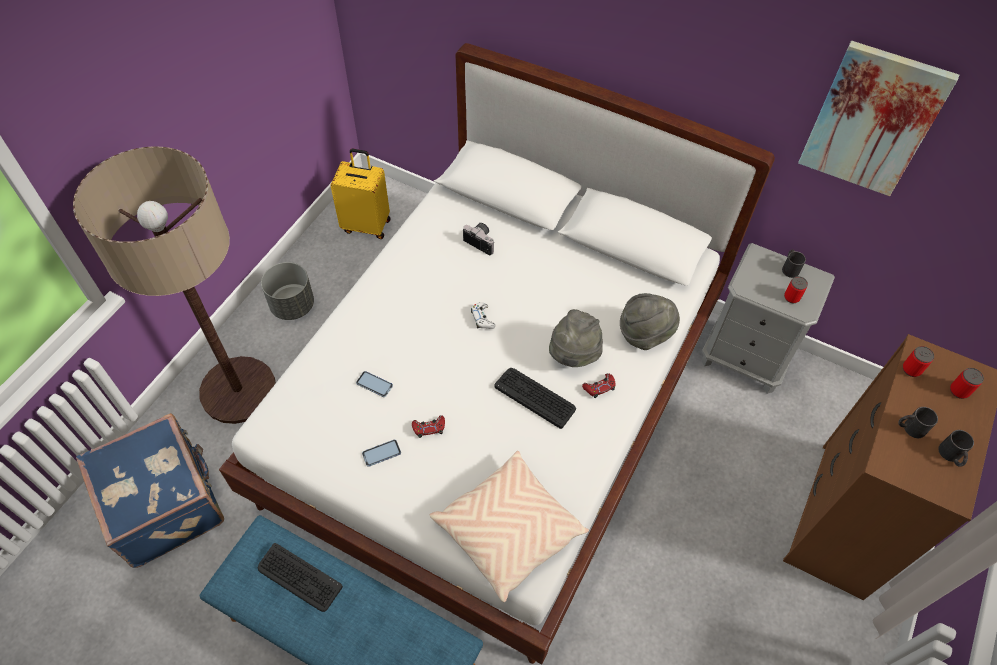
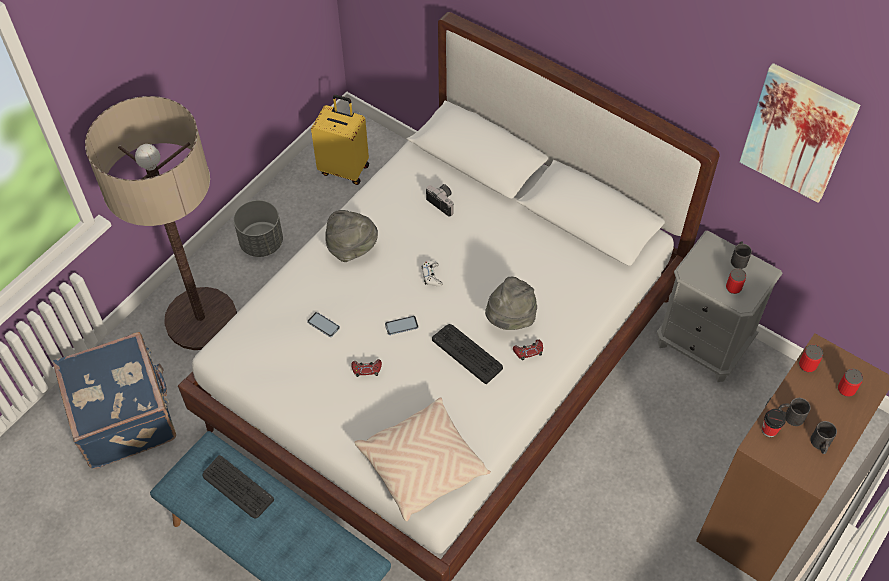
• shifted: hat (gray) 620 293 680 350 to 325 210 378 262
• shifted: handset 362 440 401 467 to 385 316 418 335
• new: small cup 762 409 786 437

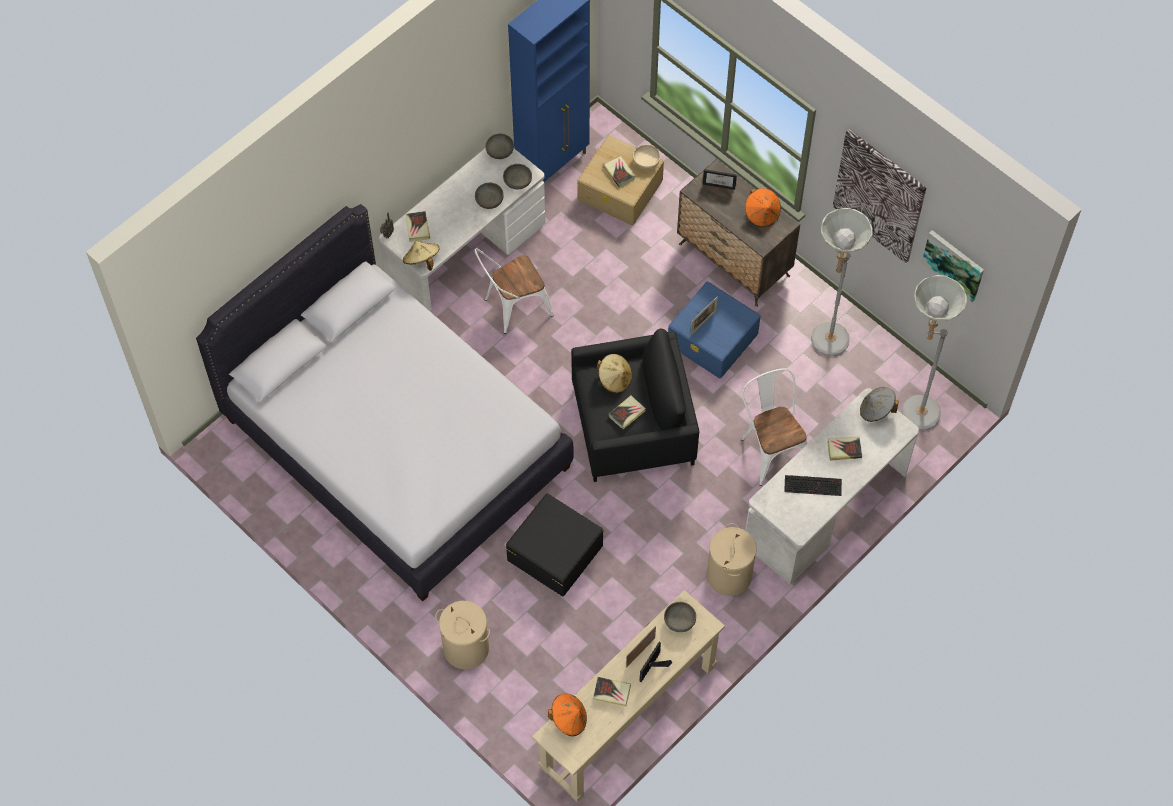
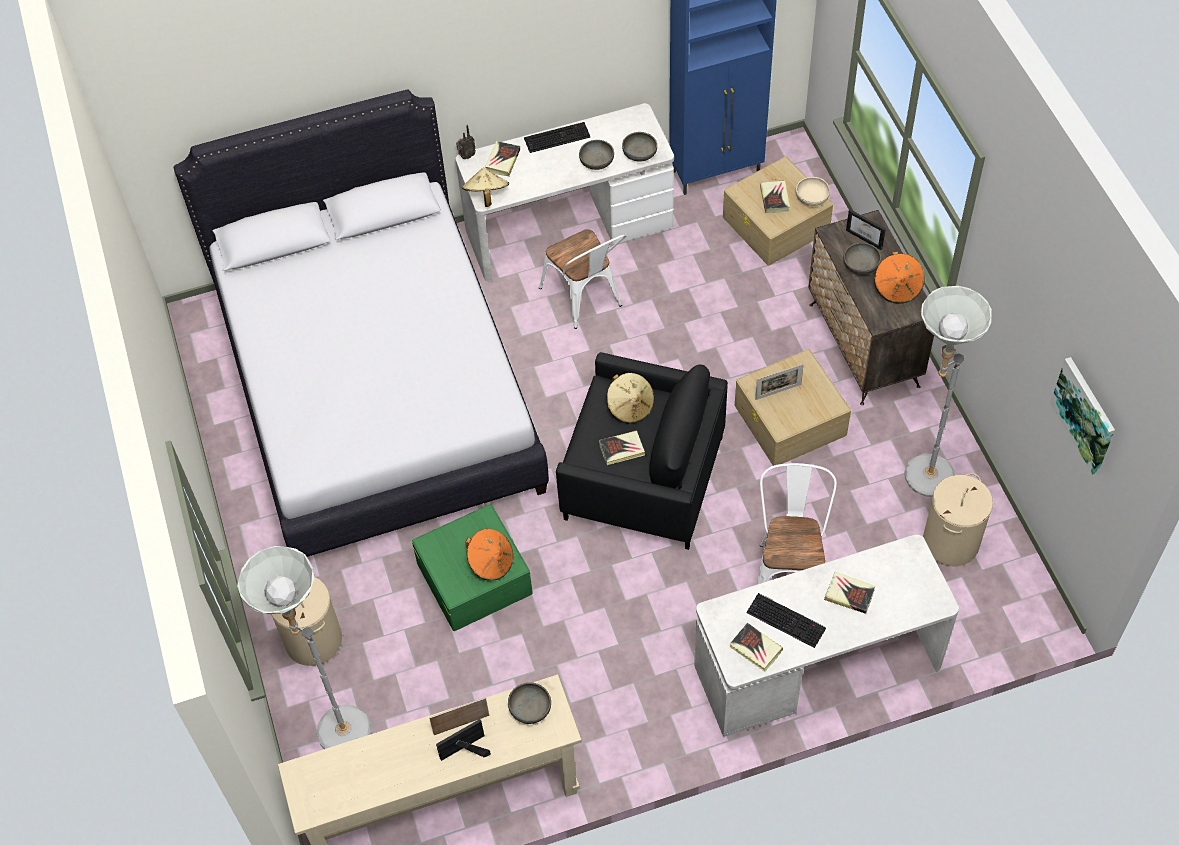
• shifted: standard lamp (gray) 902 275 967 430 to 237 546 371 749
• repainted: storage box (blackish) 506 493 603 596 to storage box (green-coloured) 412 504 533 631
• shifted: hat (orangey) 548 693 587 736 to 465 529 513 581
• new: computer keyboard 524 122 590 153
• rotated: plain chair (white) 474 248 554 334 = 539 229 626 329 120 degrees counterclockwise
• shifted: volume 593 677 631 707 to 730 623 783 672
• repainted: storage box (blue-coloured) 668 282 761 379 to storage box (beige-coloured) 735 349 851 466
• shifted: bowl (gray) 485 134 514 159 to 843 242 881 275
• shifted: hamper (beige-coloured) 707 523 757 596 to 923 473 993 566
• gone: wall picture 833 129 926 263
• gone: hat (gray) 860 387 899 422

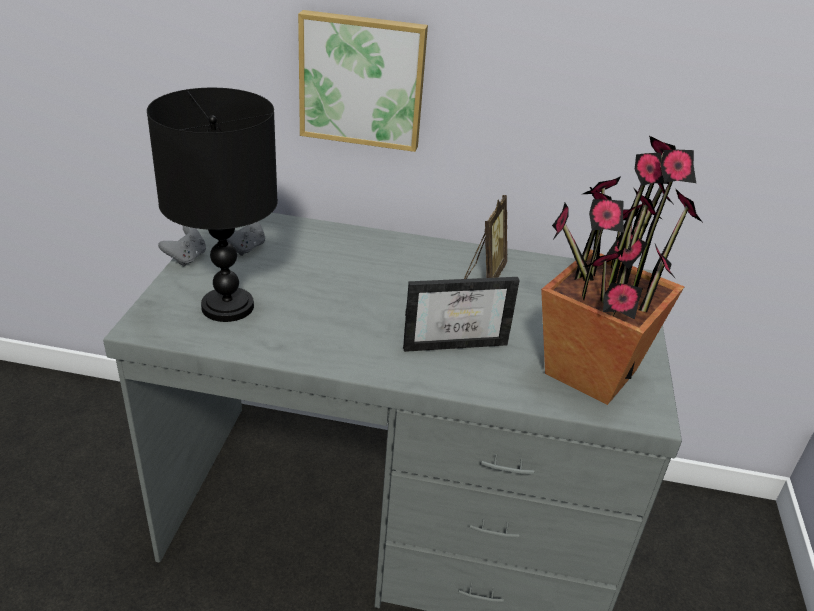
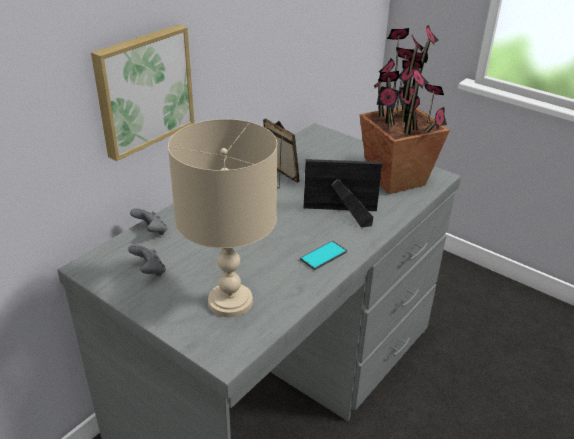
• shifted: game controller (gray) 158 226 206 267 to 130 208 168 235
• repainted: tabletop lamp (blackish) 147 88 278 322 to tabletop lamp (beige-coloured) 168 119 277 317
• new: handset 300 241 347 270
• rotated: photo frame 403 277 520 352 = 304 159 382 228 105 degrees counterclockwise

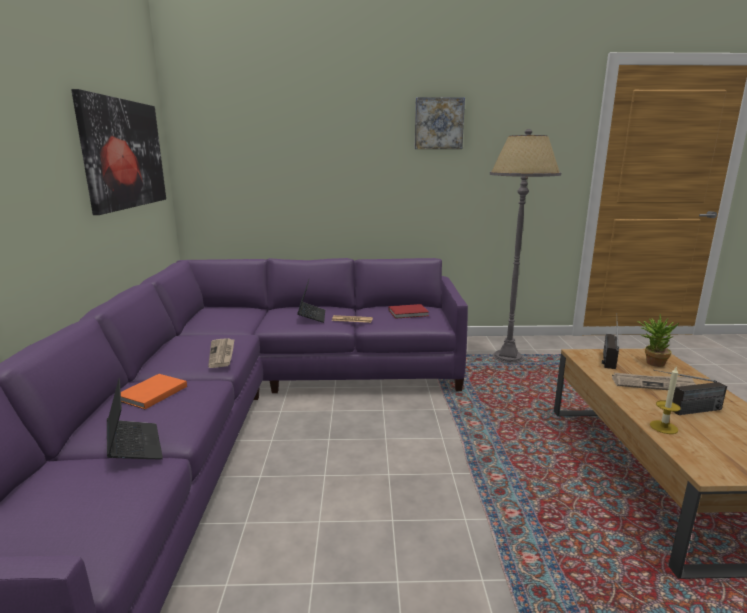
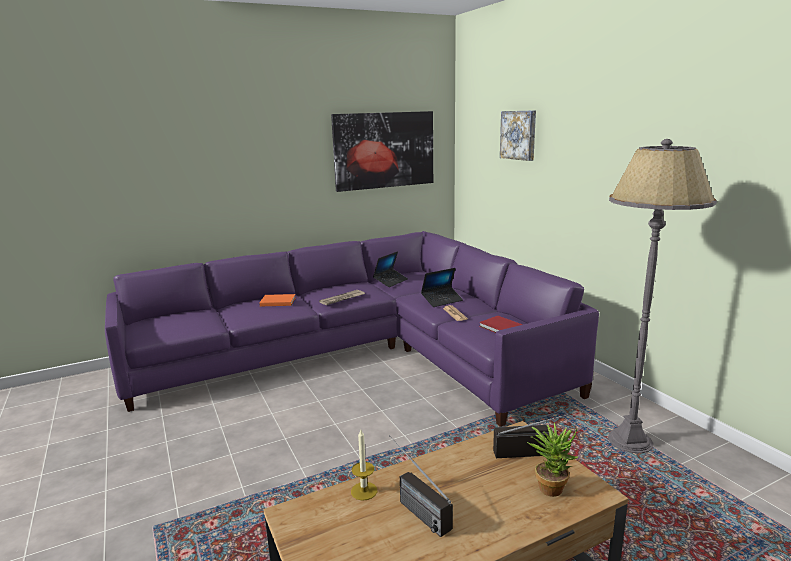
• shifted: laptop 107 378 163 459 to 373 251 408 287
• shifted: wall picture 415 97 465 149 to 500 110 536 161
• gone: daily paper 612 373 696 390

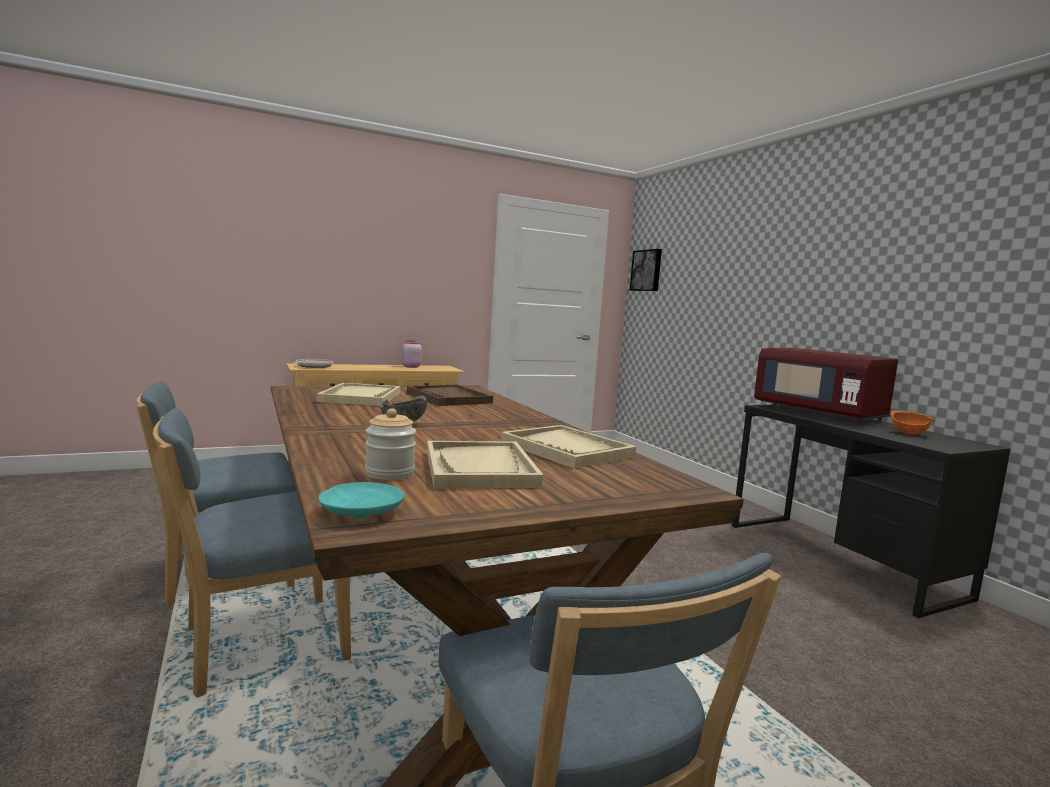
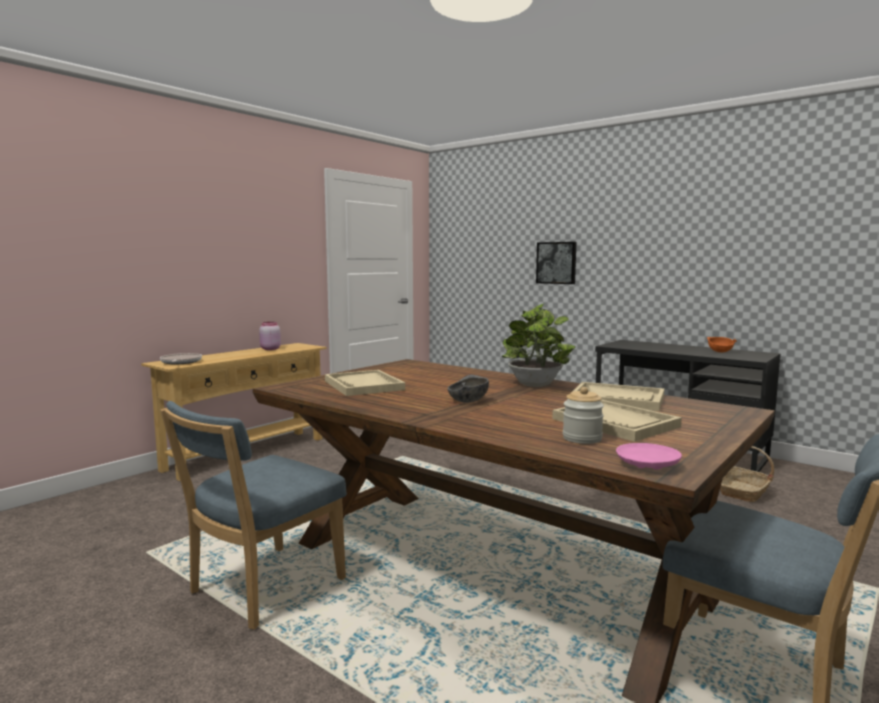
• new: plant in a pot 502 304 576 387
• shifted: wall picture 630 249 662 291 to 536 242 576 284
• repainted: plate (turquoise) 319 482 404 519 to plate (pink-coloured) 616 443 682 469
• new: household basket 720 446 774 502
• gone: plain chair (blue-coloured) 153 408 351 698
• gone: tray (brown) 407 385 493 406
• gone: microwave (reddish) 754 348 898 424

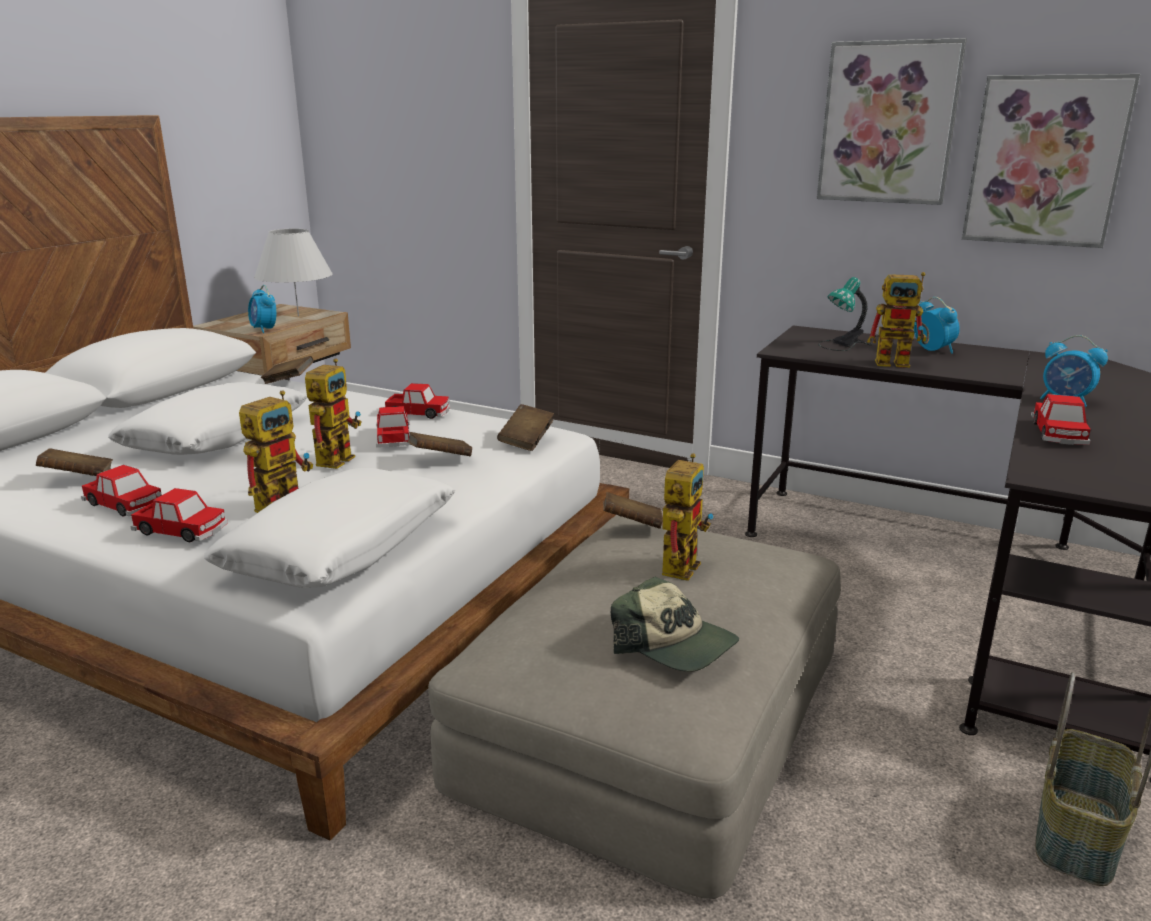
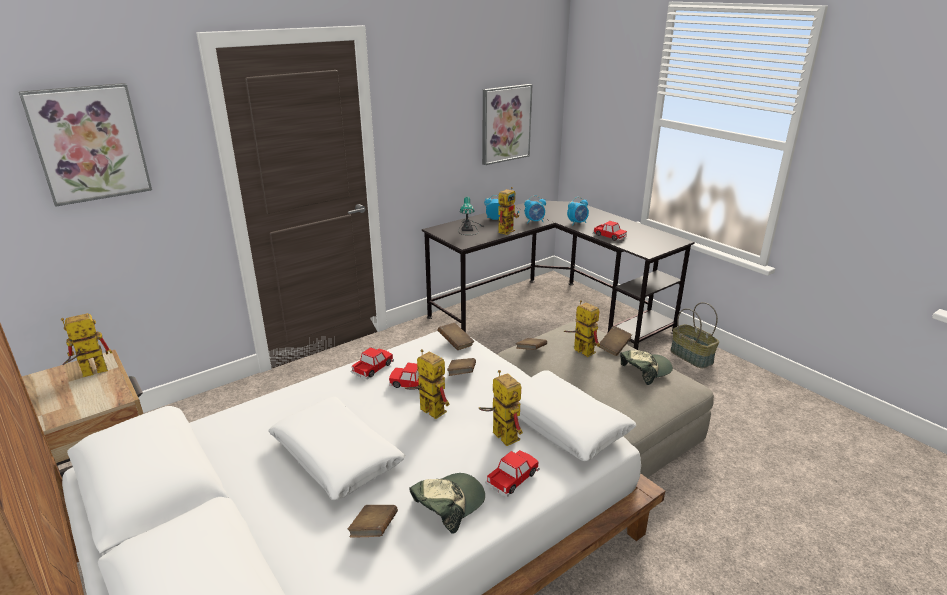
• shifted: wall picture 817 38 967 205 to 19 83 152 207
• swapped: tabletop lamp (white) 254 229 333 316 to model robot 61 313 112 377
• swapped: toy car 81 465 161 516 to peaked cap 409 473 485 534
• shifted: alarm clock 248 285 276 333 to 524 195 546 223
• shifted: volume (brown) 261 356 314 384 to 599 326 632 356

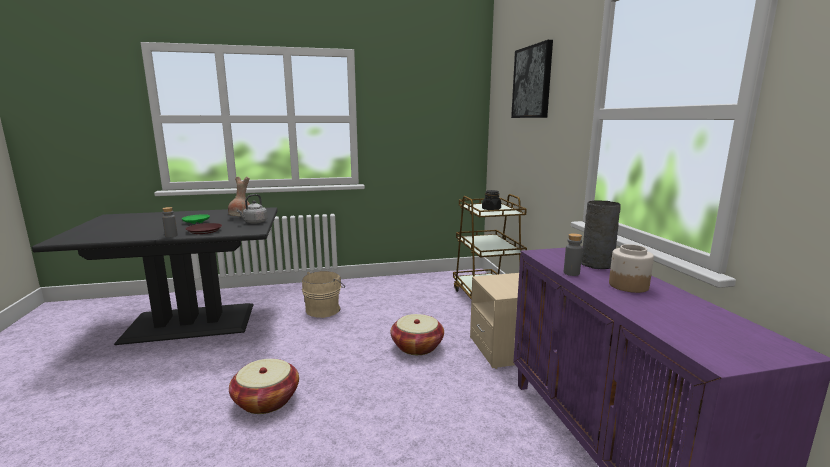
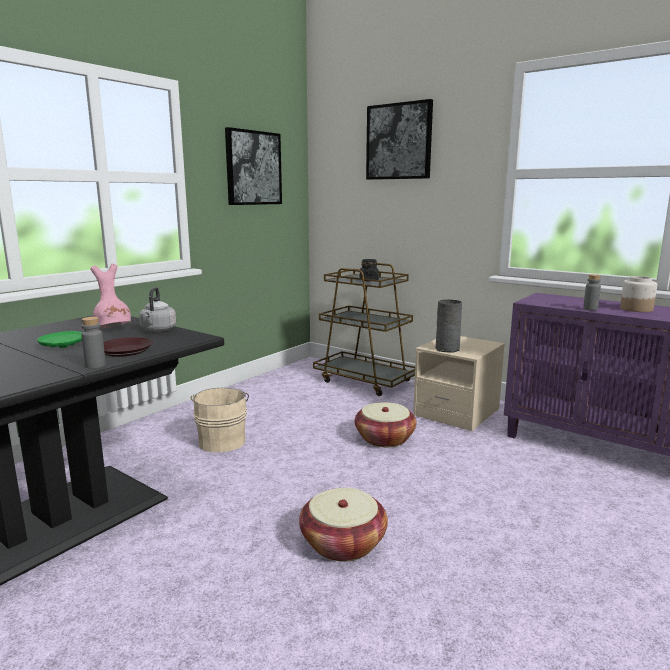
• repainted: flower vase (brown) 228 176 250 217 to flower vase (pink-coloured) 91 263 131 329
• new: wall picture 225 127 282 205
• shifted: flower vase (gray) 581 201 621 269 to 436 299 462 353

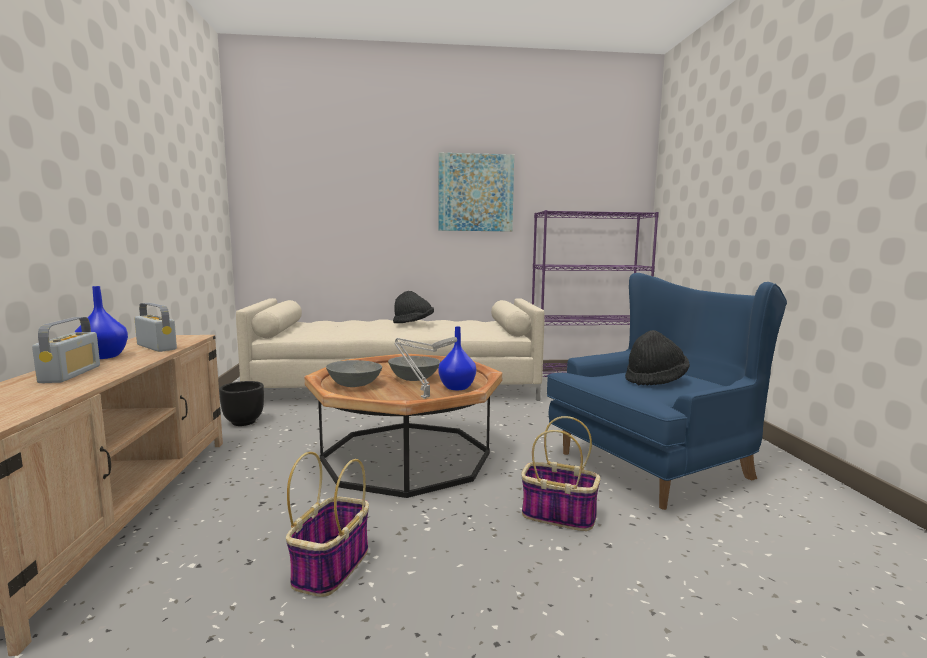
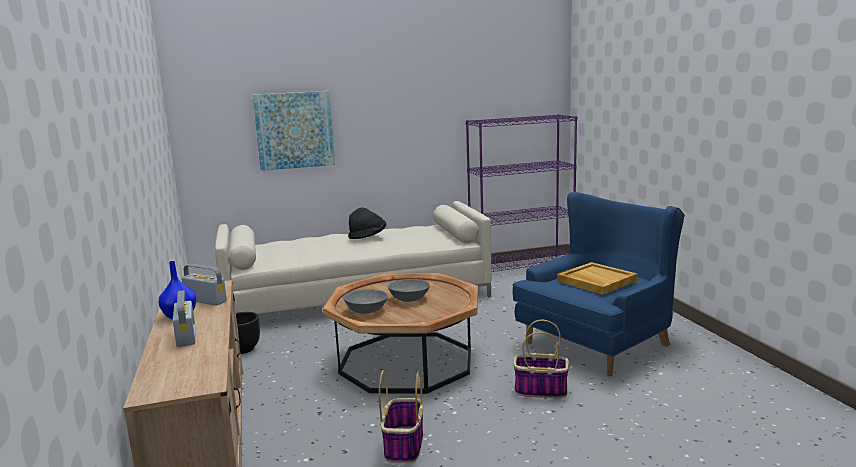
• shifted: wall picture 439 153 514 232 to 252 91 335 171
• swapped: hat (blackish) 625 330 690 385 to tray (beige-coloured) 557 262 638 295
• gone: tabletop lamp (gray) 395 337 458 399
• gone: flower vase (blue-coloured) 438 326 476 390

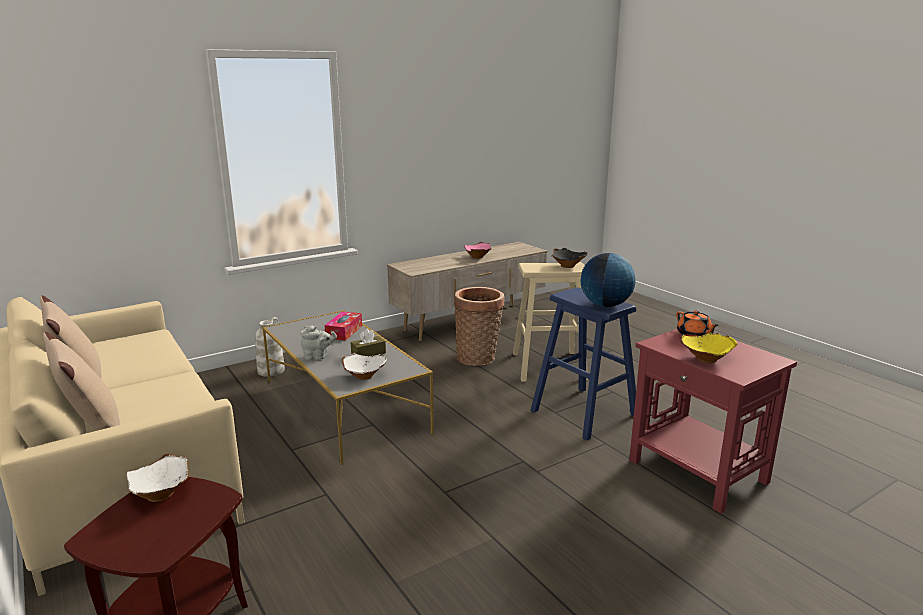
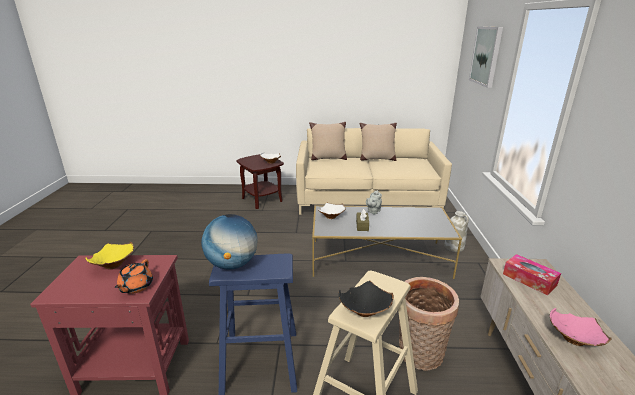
• rotated: pot for tea (orangey) 676 310 719 337 = 115 259 153 294 90 degrees counterclockwise
• new: wall picture 469 26 503 88
• shifted: box of tissues 325 311 362 341 to 503 254 561 295

